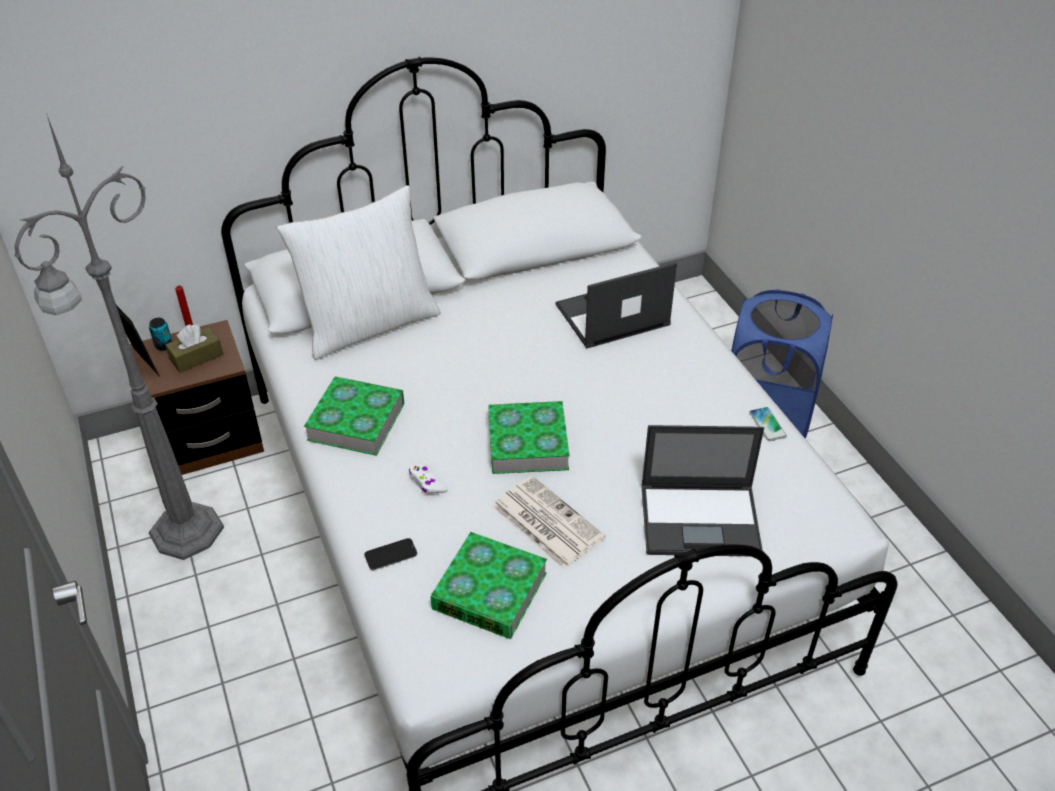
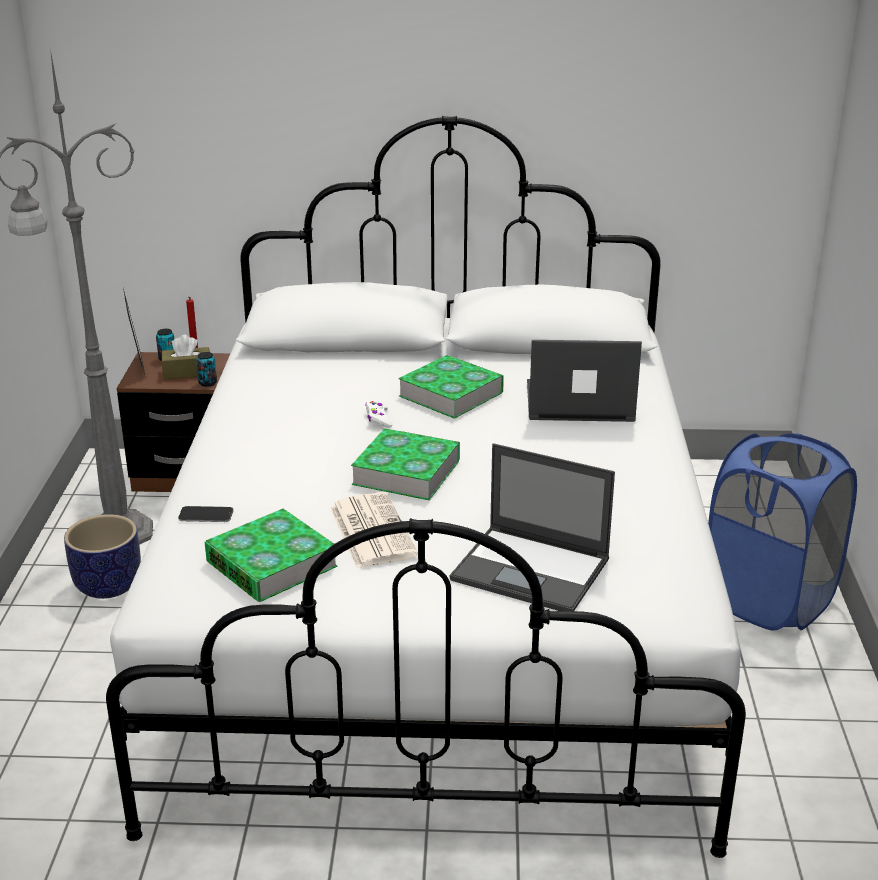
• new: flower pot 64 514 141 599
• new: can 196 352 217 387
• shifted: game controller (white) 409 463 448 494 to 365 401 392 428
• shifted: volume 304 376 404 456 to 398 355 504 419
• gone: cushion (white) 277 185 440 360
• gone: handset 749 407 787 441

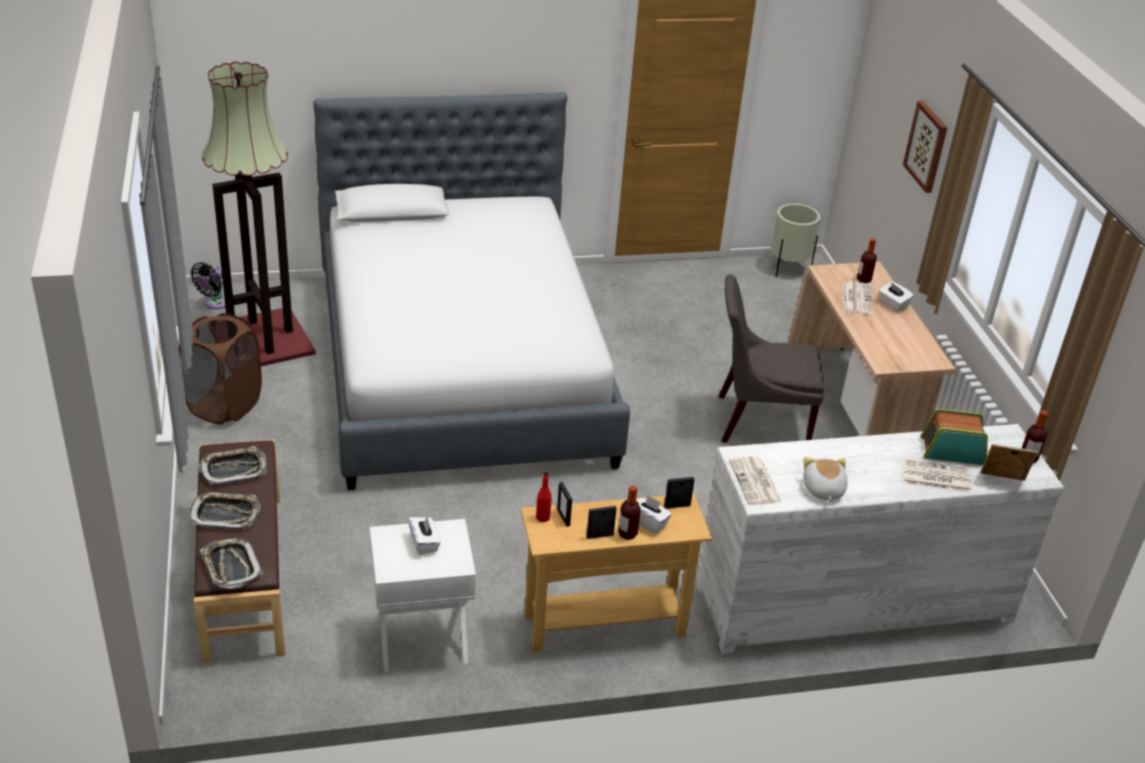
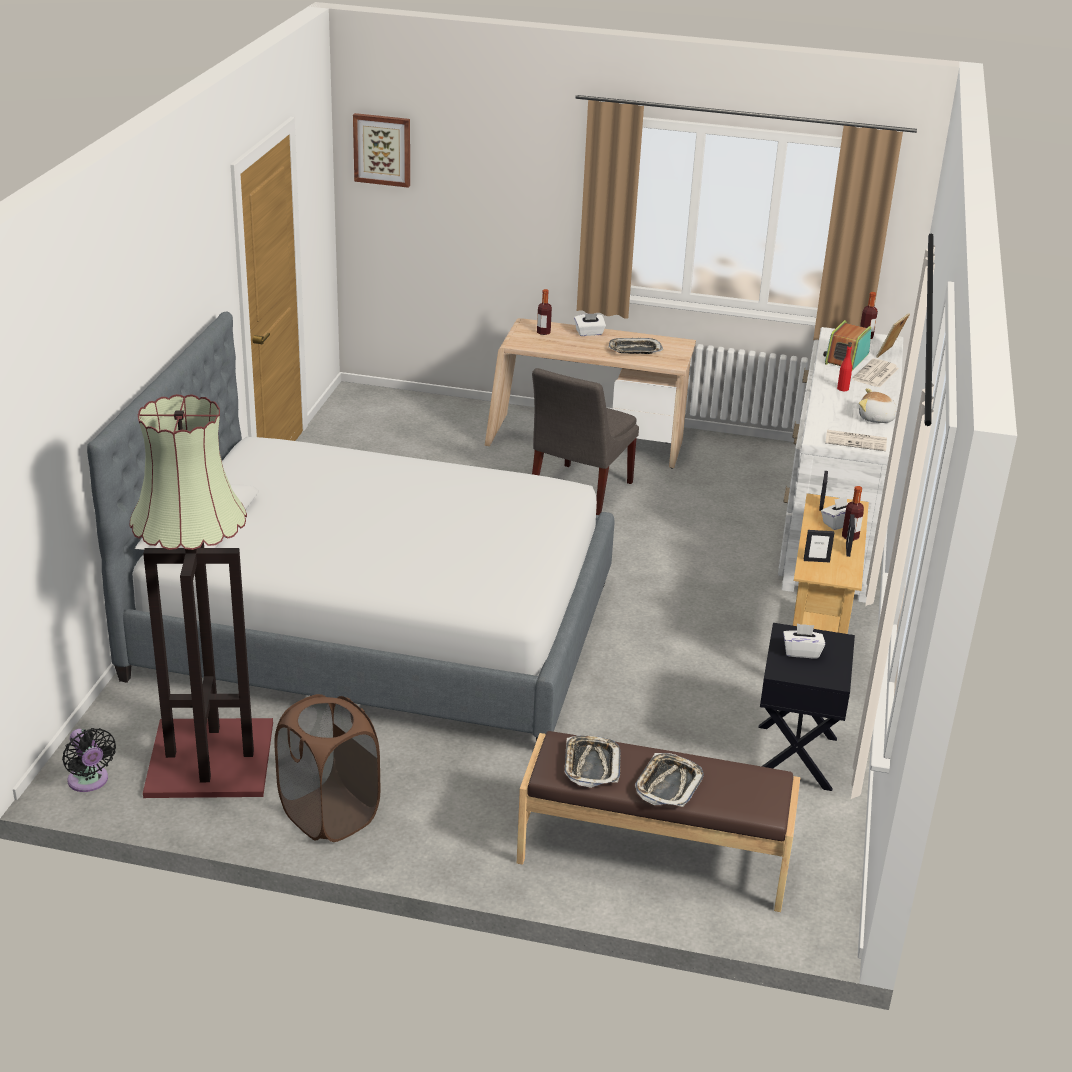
• shifted: wall picture 903 101 948 193 to 353 113 410 188
• shifted: tray 200 538 263 589 to 609 338 663 354
• repainted: night table (white) 370 519 476 672 to night table (blackish) 758 623 855 791
• shifted: beverage bottle (reddish) 536 471 552 522 to 837 342 852 391
• gone: flower pot (beige-coloured) 771 204 820 277
• gone: daily paper 843 282 872 315

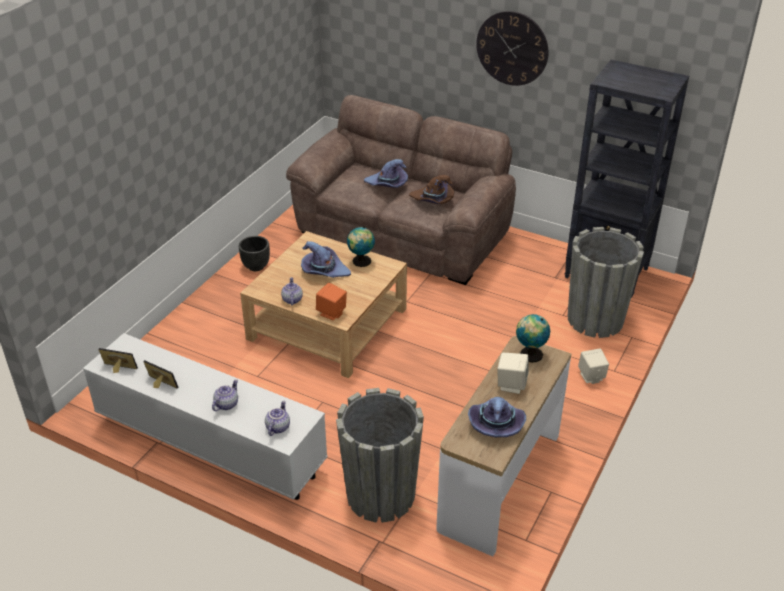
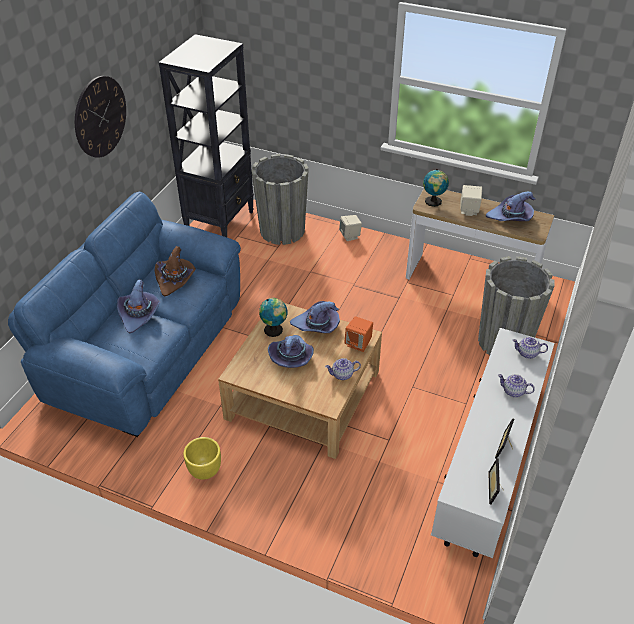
• repainted: couch (brown) 286 95 516 285 to couch (blue-coloured) 8 192 241 437
• repainted: flower pot (blackish) 239 236 270 271 to flower pot (yellow) 183 437 221 480
• new: hat (purple-coloured) 290 301 340 333

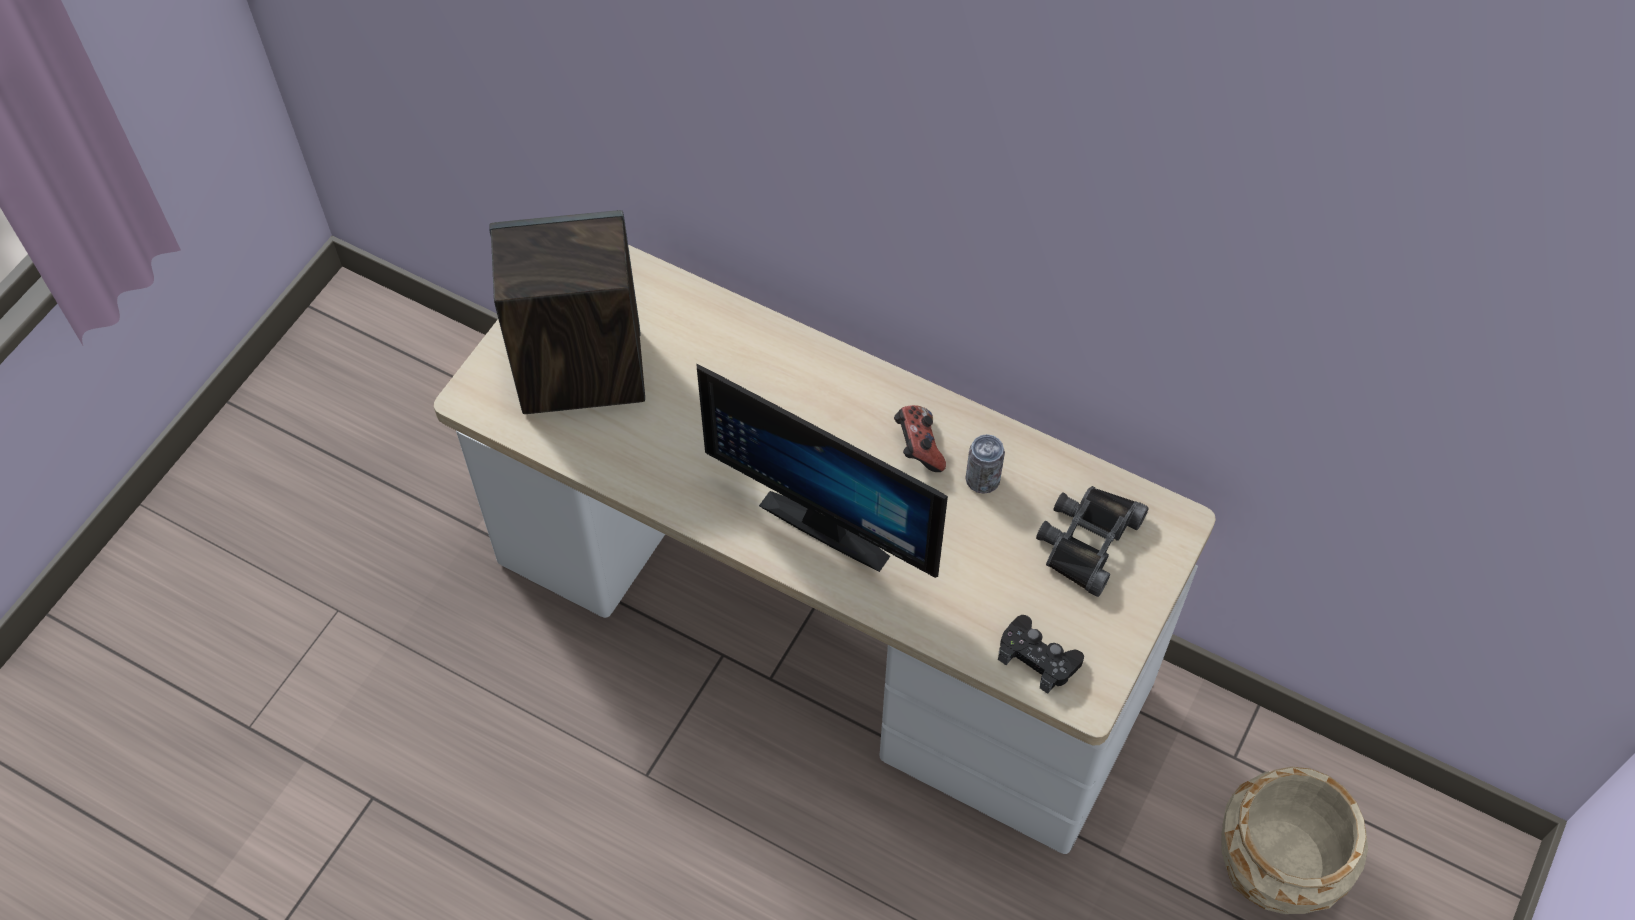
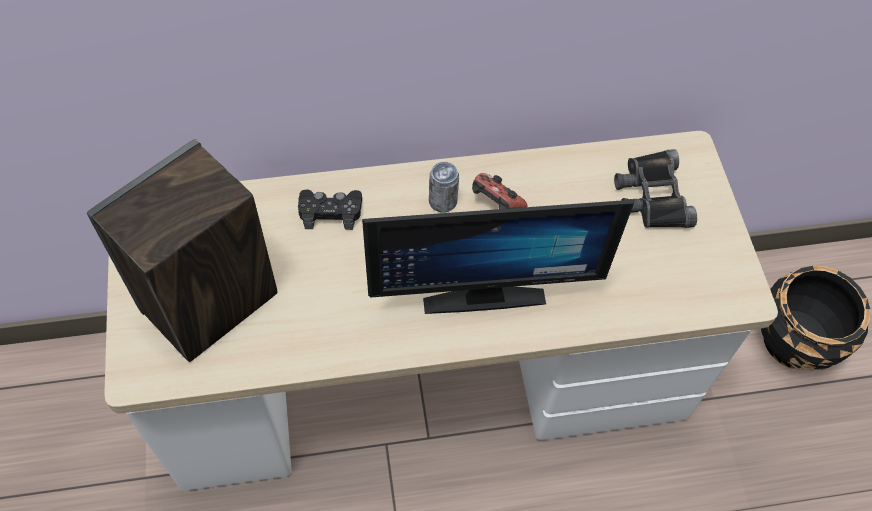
• shifted: game controller (blackish) 998 615 1084 694 to 298 189 362 230
• shifted: can 965 434 1005 494 to 429 162 459 212
• repainted: flower pot (beige-coloured) 1221 767 1368 914 to flower pot (blackish) 761 265 871 370

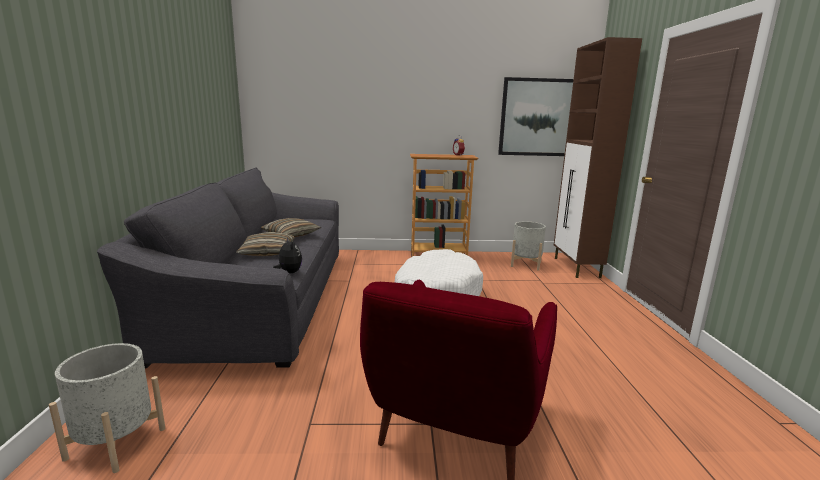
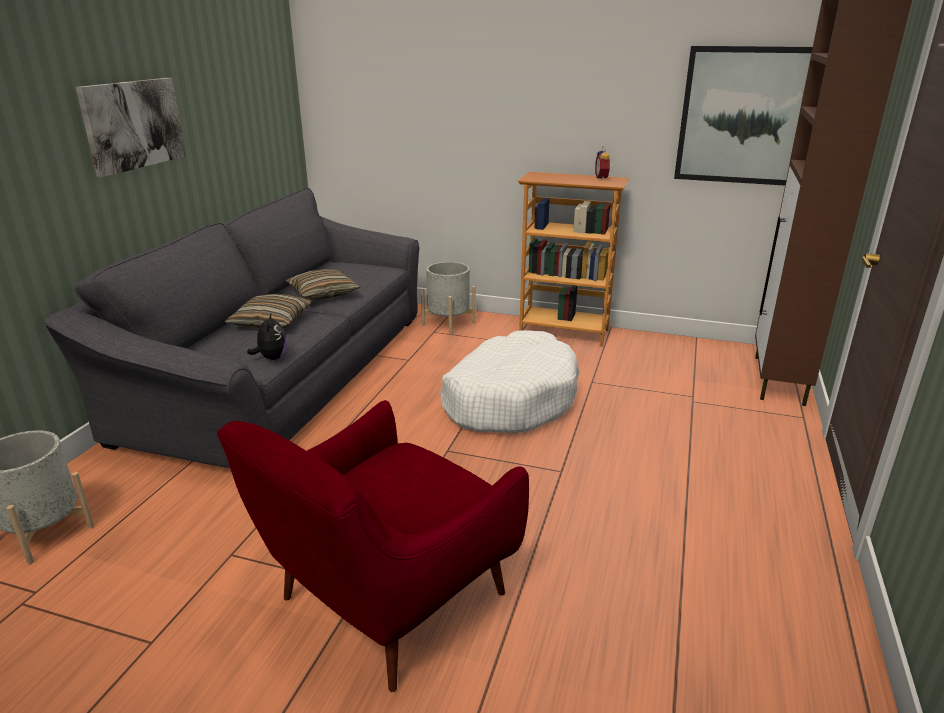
• new: wall picture 76 78 186 177
• shifted: flower pot (gray) 511 222 546 270 to 421 262 476 335

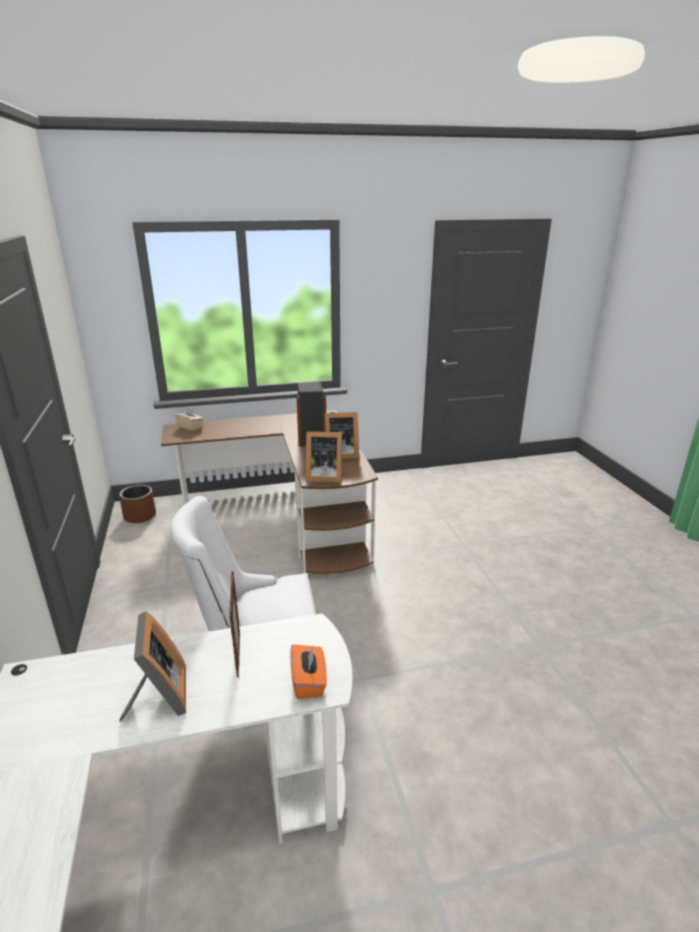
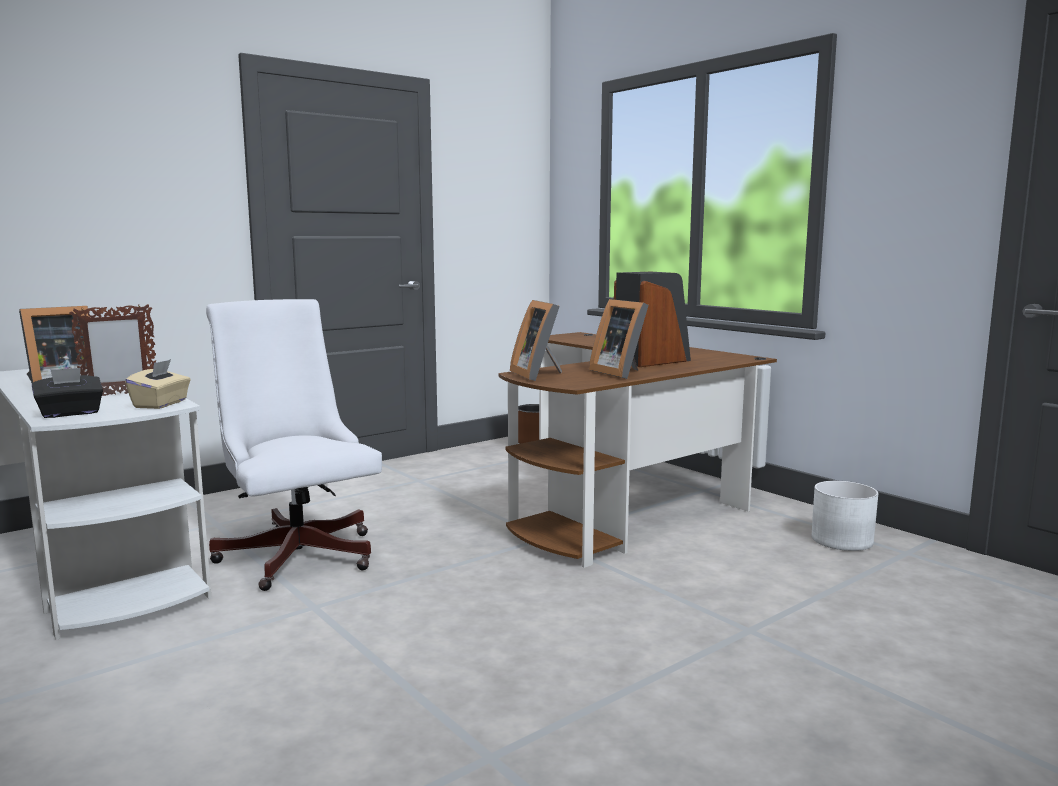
• repainted: box of tissues (orangey) 290 644 327 699 to box of tissues (blackish) 32 368 103 418
• shifted: box of tissues (beige-coloured) 175 407 204 431 to 125 359 191 409
• new: flower pot (white) 811 481 878 551

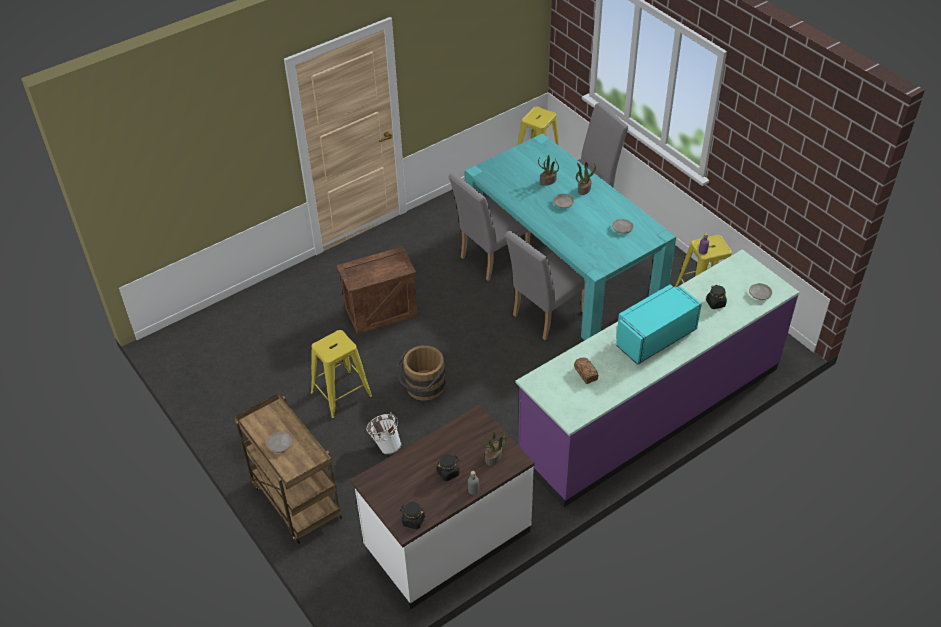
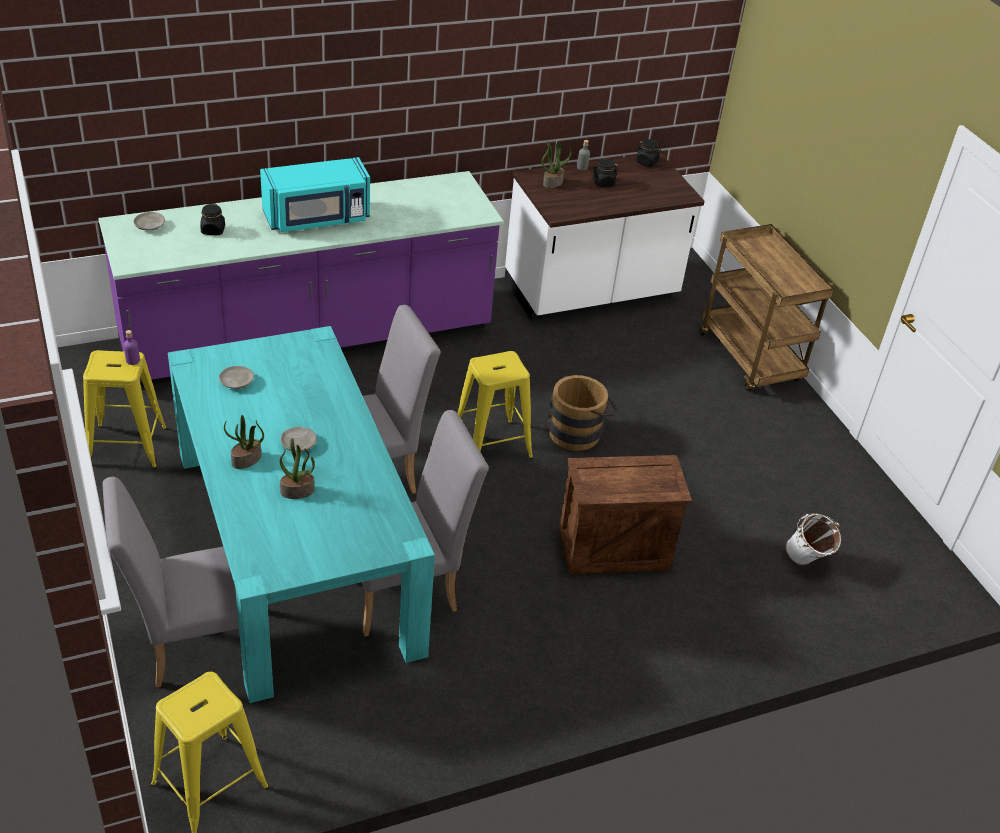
• shifted: stool (yellow) 310 330 373 419 to 458 351 533 459
• shifted: bucket (white) 366 412 402 454 to 786 513 841 565
• gone: plate (beige-coloured) 266 432 292 453
• gone: bread 574 357 598 384

